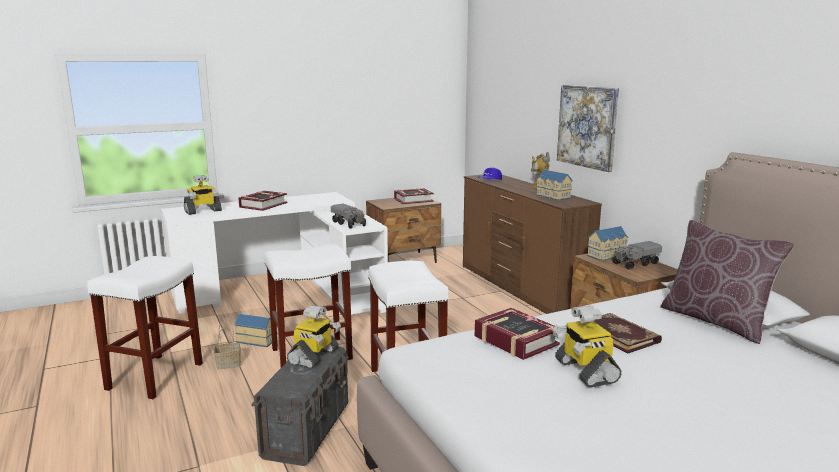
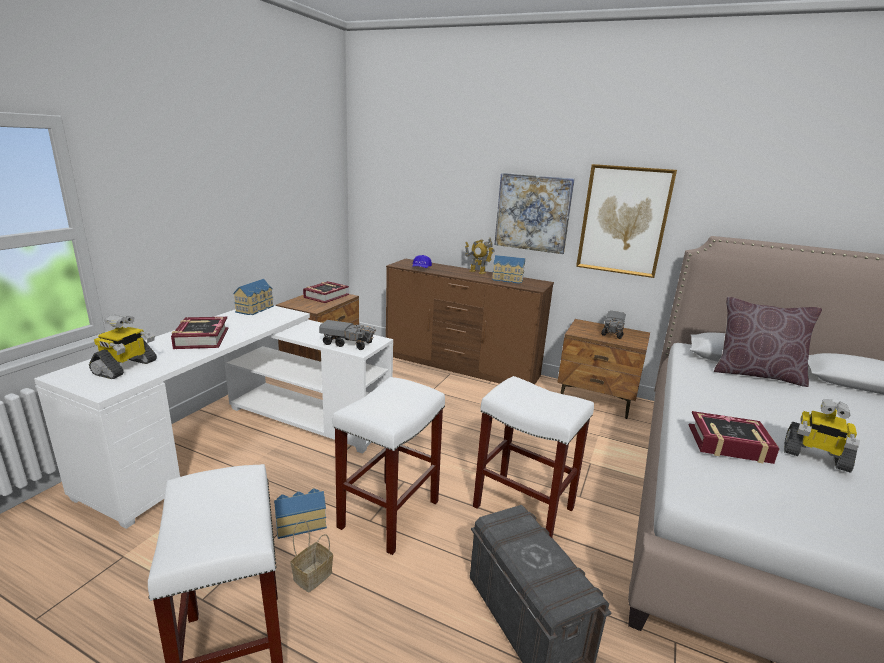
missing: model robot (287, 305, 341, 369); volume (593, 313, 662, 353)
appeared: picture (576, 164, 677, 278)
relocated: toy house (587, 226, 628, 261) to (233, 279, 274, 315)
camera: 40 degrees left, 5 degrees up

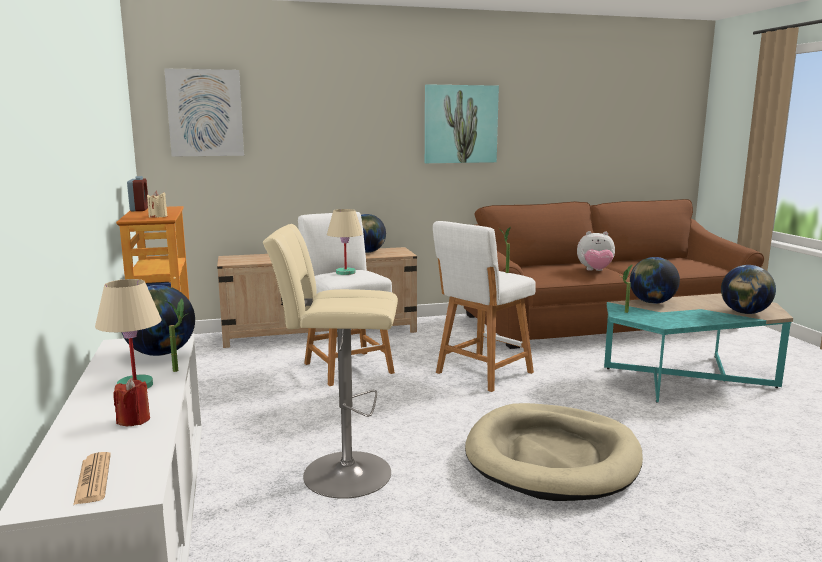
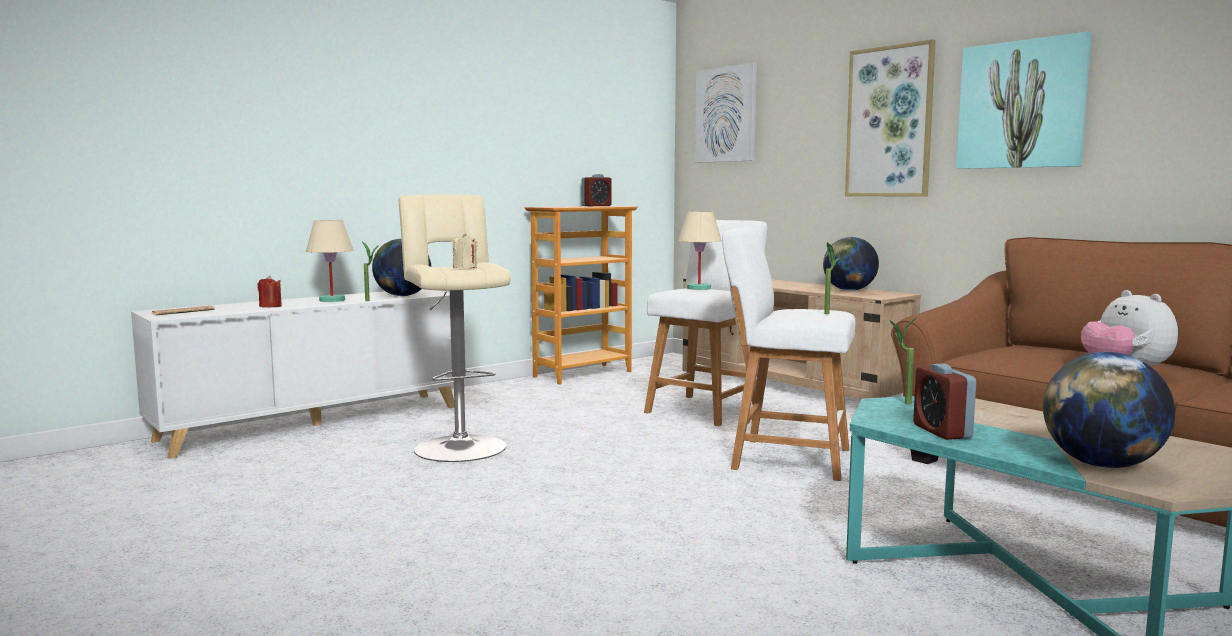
missing: sand-coloured dog cushion (465, 403, 643, 501); world globe (630, 257, 680, 304)
appeared: picture (845, 39, 936, 197); table clock (913, 364, 976, 440)
relocated: sand-coloured wax candle (147, 190, 167, 218) to (452, 234, 478, 268)
camera: 65 degrees right, 5 degrees down

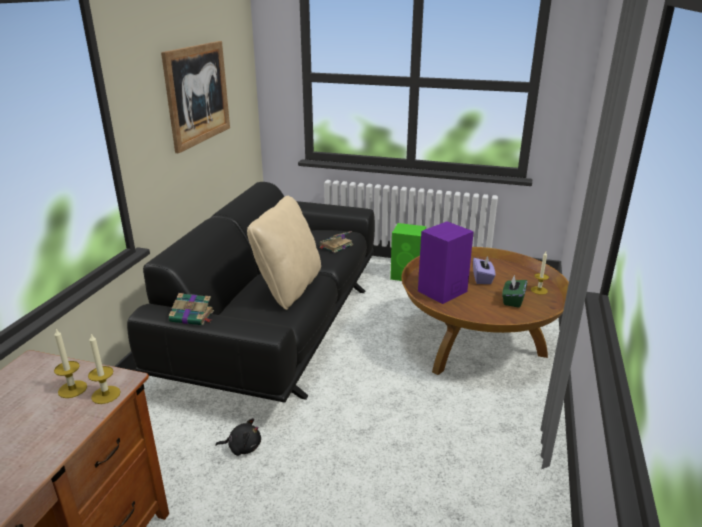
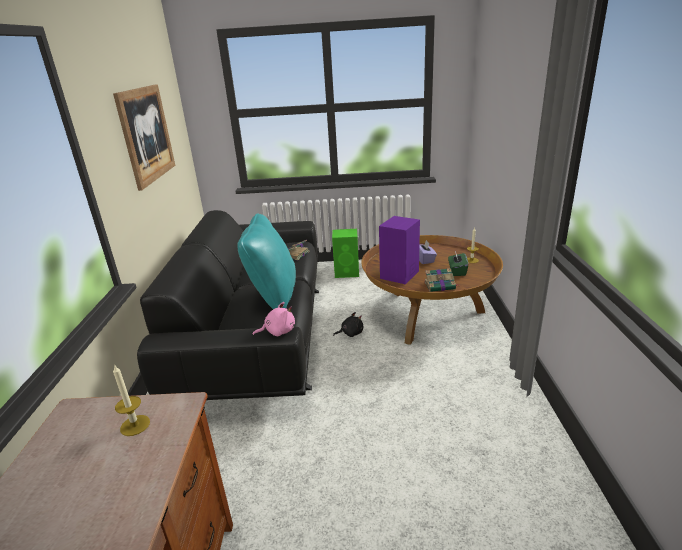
missing: wax candle (88, 334, 121, 404)
appeared: pinkish plush toy (253, 302, 295, 336)
relocated: volume (169, 293, 214, 326) to (424, 268, 459, 292); black plush toy (215, 418, 261, 456) to (333, 312, 363, 337)
colour: sand-coloured pillow (247, 196, 321, 310) to turquoise pillow (237, 213, 296, 309)
camera: 15 degrees left, 0 degrees up

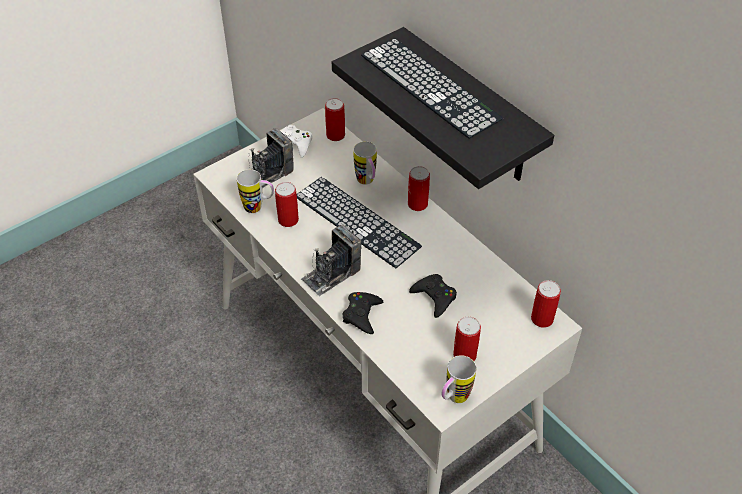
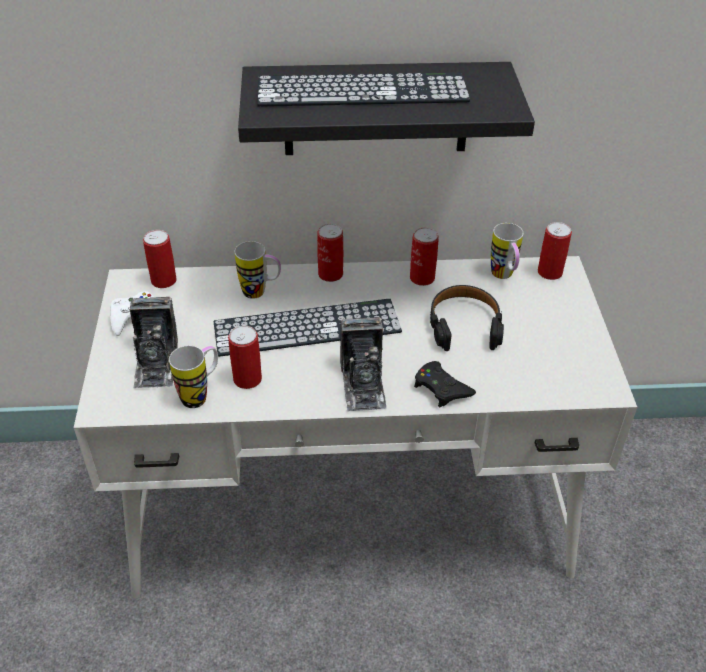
relocated: tea mug (441, 355, 476, 403) to (491, 223, 523, 279); sealed can (453, 317, 481, 361) to (410, 228, 439, 286)
exchanged: black gamepad (409, 274, 457, 318) to black headphones (430, 285, 504, 351)
camera: 55 degrees left, 5 degrees down

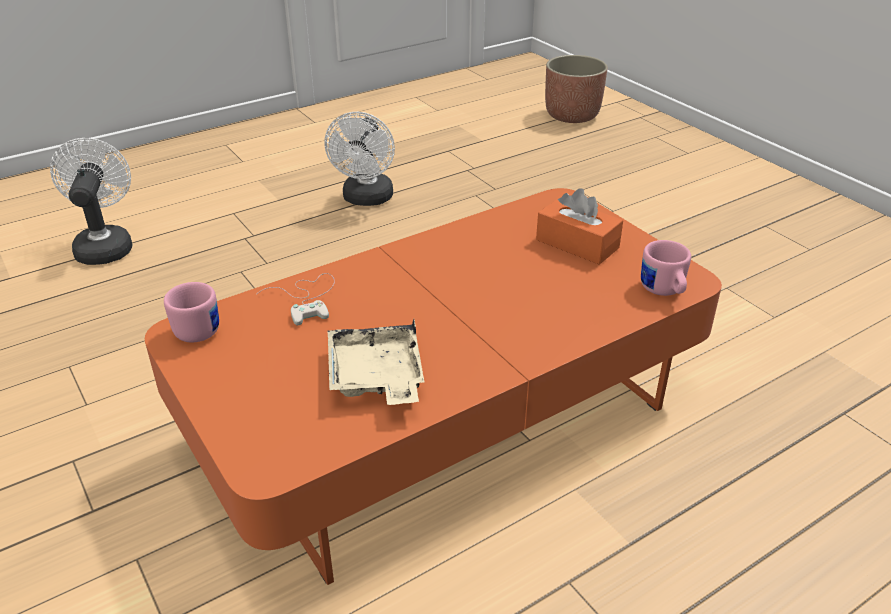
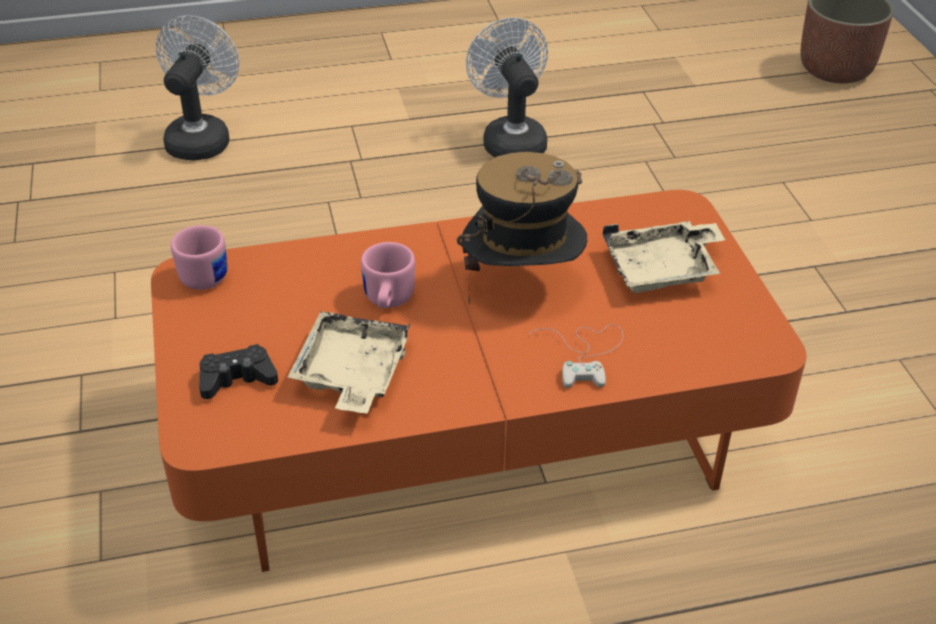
appeared: black gamepad (199, 344, 278, 399); wearable hat (456, 152, 587, 305)
relocated: white gamepad (256, 273, 335, 325) to (529, 324, 623, 388); pinkish tea mug (641, 240, 691, 296) to (361, 242, 415, 308)
exchanged: orangey box of tissues (536, 188, 623, 265) to sand-coloured carrying tray (603, 220, 725, 293)
spun: white cooling fan (324, 112, 395, 206) = (466, 18, 548, 158) 135 degrees clockwise
camera: 20 degrees right, 5 degrees up

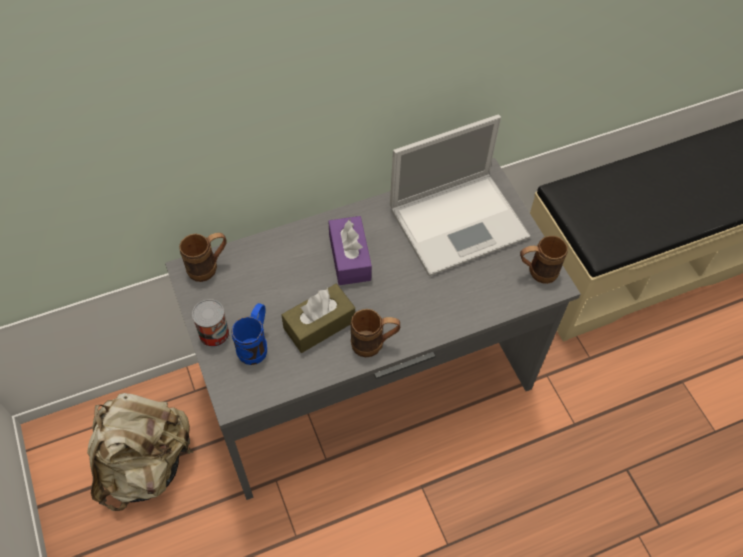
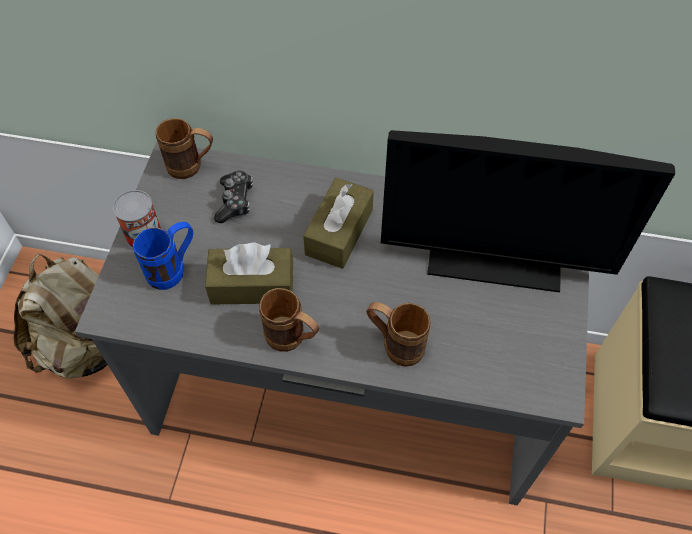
appeared: gamepad (214, 171, 253, 223)
relocated: brown-coloured tea mug (520, 236, 568, 284) to (367, 302, 431, 367)
exchanged: portable computer (390, 115, 530, 276) to computer screen (381, 130, 675, 292)
colour: purplish box of tissues (329, 216, 372, 285) to brown-coloured box of tissues (303, 178, 374, 269)
camera: 35 degrees right, 0 degrees up

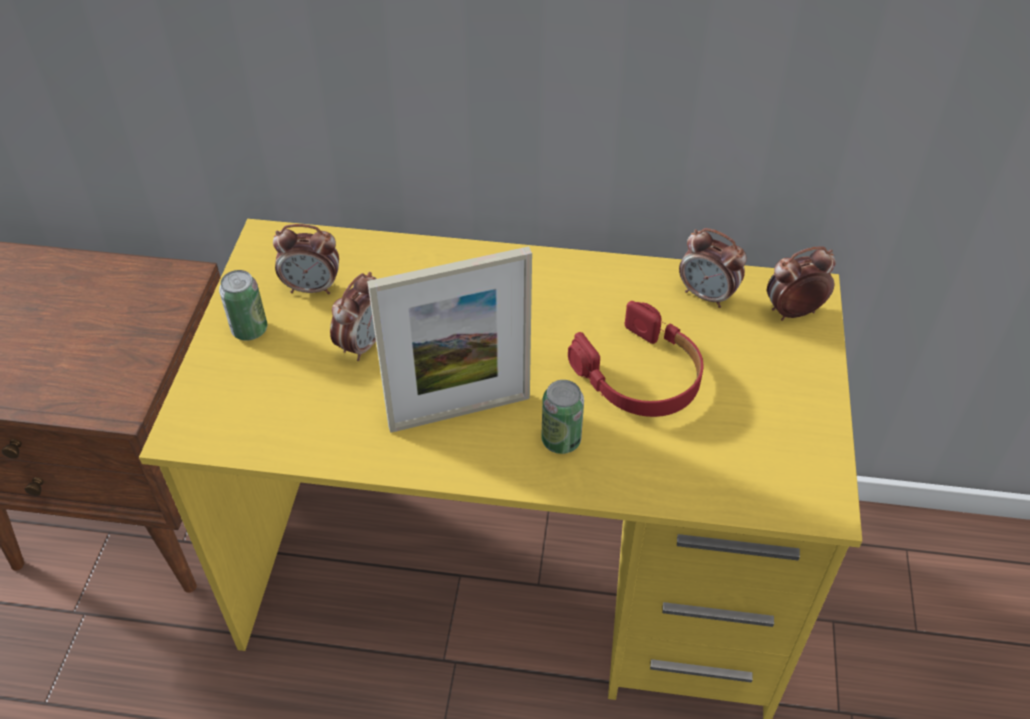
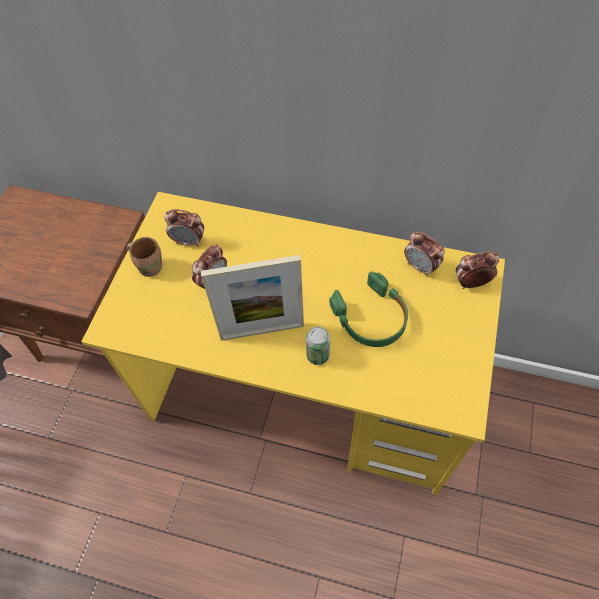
exchanged: sealed can (219, 270, 267, 341) to brown-coloured tea mug (127, 237, 162, 277)
colour: reddish headphones (568, 301, 703, 417) to green headphones (329, 271, 408, 347)
camera: 10 degrees right, 10 degrees up

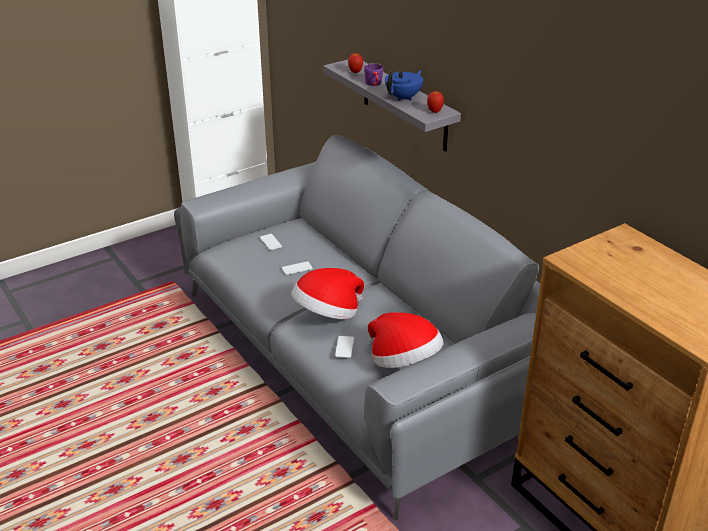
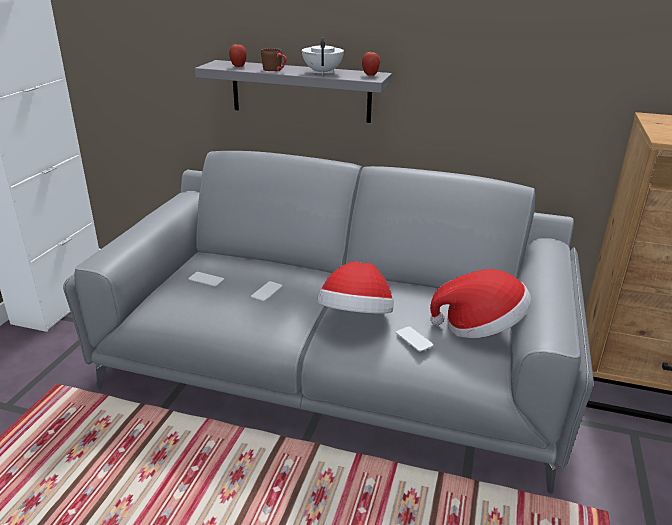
colour: purplish tea mug (364, 63, 383, 86) to brown-coloured tea mug (261, 48, 287, 71); bluish tea pot (385, 70, 423, 101) to white tea pot (302, 38, 344, 75)
camera: 40 degrees left, 5 degrees down

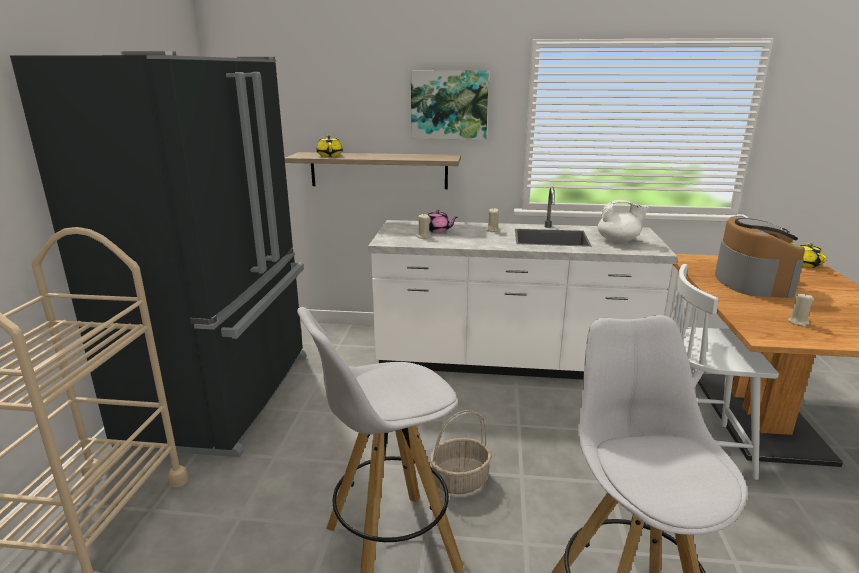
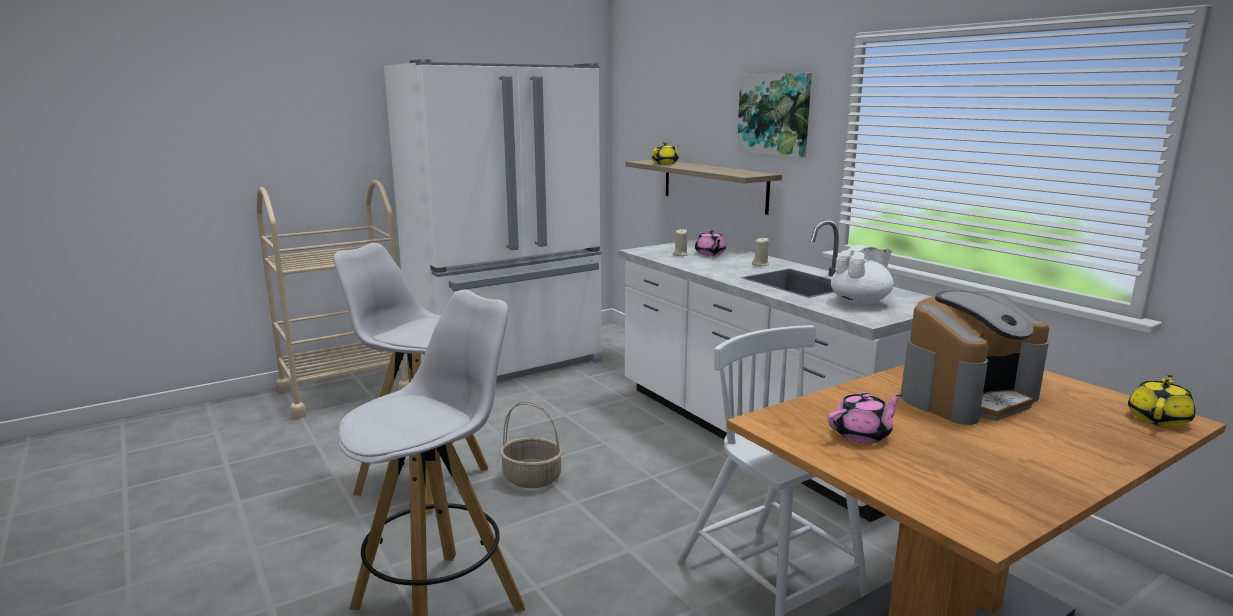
exchanged: sand-coloured wax candle (788, 294, 813, 327) to pinkish tea pot (828, 392, 903, 443)
colour: black refrigerator (10, 51, 307, 457) to white refrigerator (384, 59, 602, 382)
spun: white tea pot (598, 200, 649, 243) = (831, 245, 894, 305) 90 degrees counterclockwise
camera: 50 degrees right, 5 degrees down

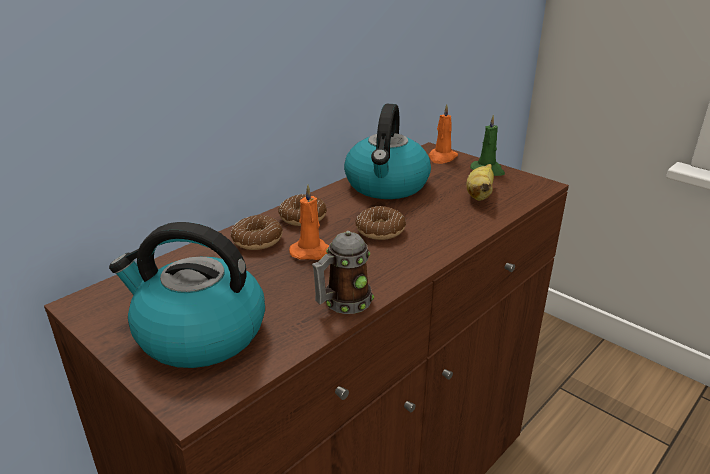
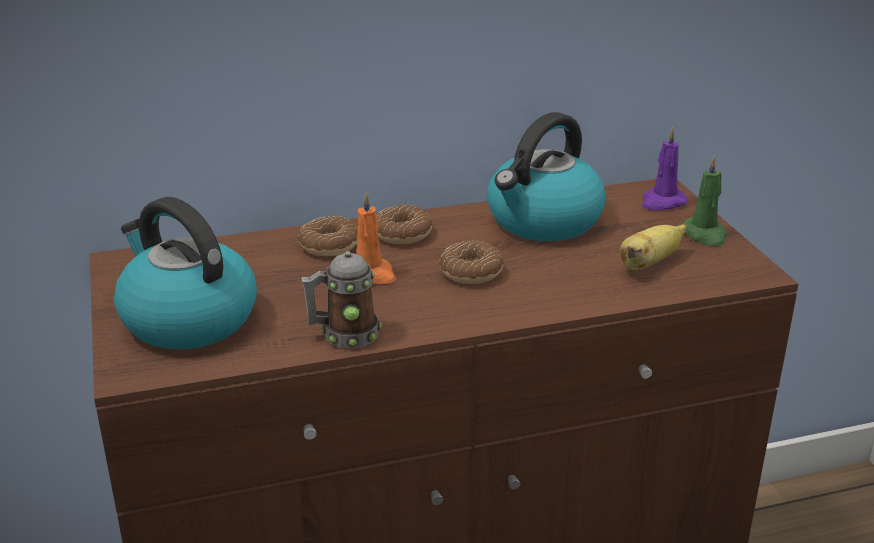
colour: orangey wax candle (429, 104, 458, 164) to purplish wax candle (642, 127, 688, 210)
camera: 30 degrees right, 0 degrees up

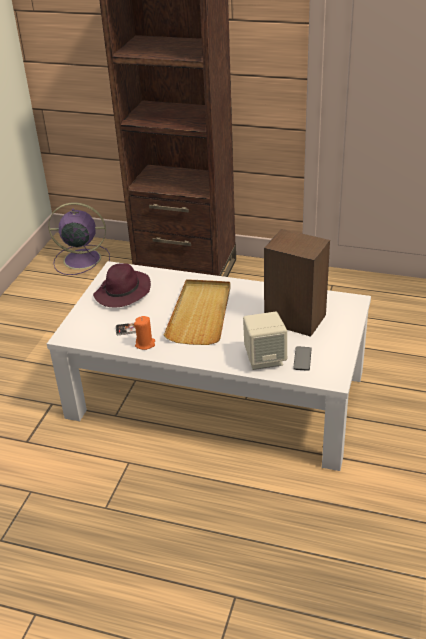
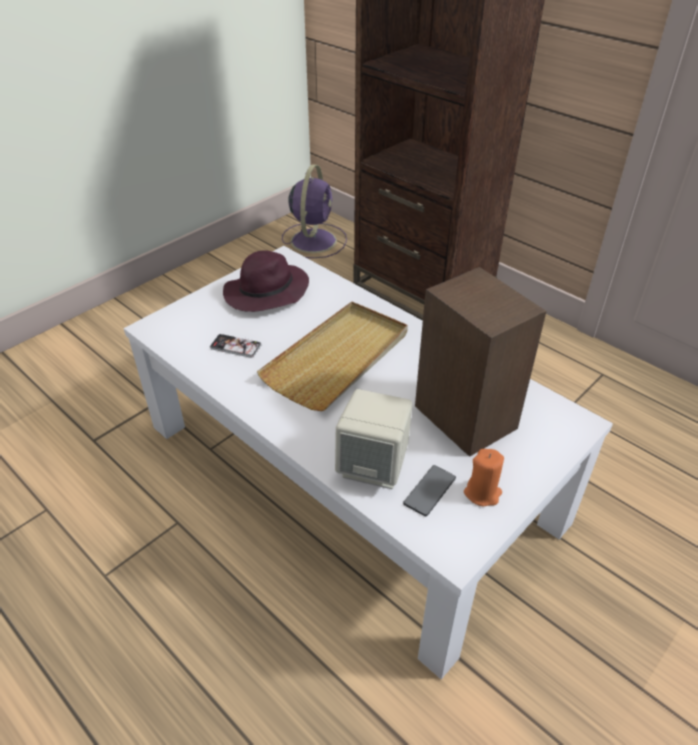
relocated: orangey wax candle (134, 316, 155, 350) to (464, 449, 504, 506)
spun: purplish cooling fan (48, 202, 110, 275) = (282, 164, 347, 258) 75 degrees clockwise
camera: 25 degrees right, 5 degrees up

